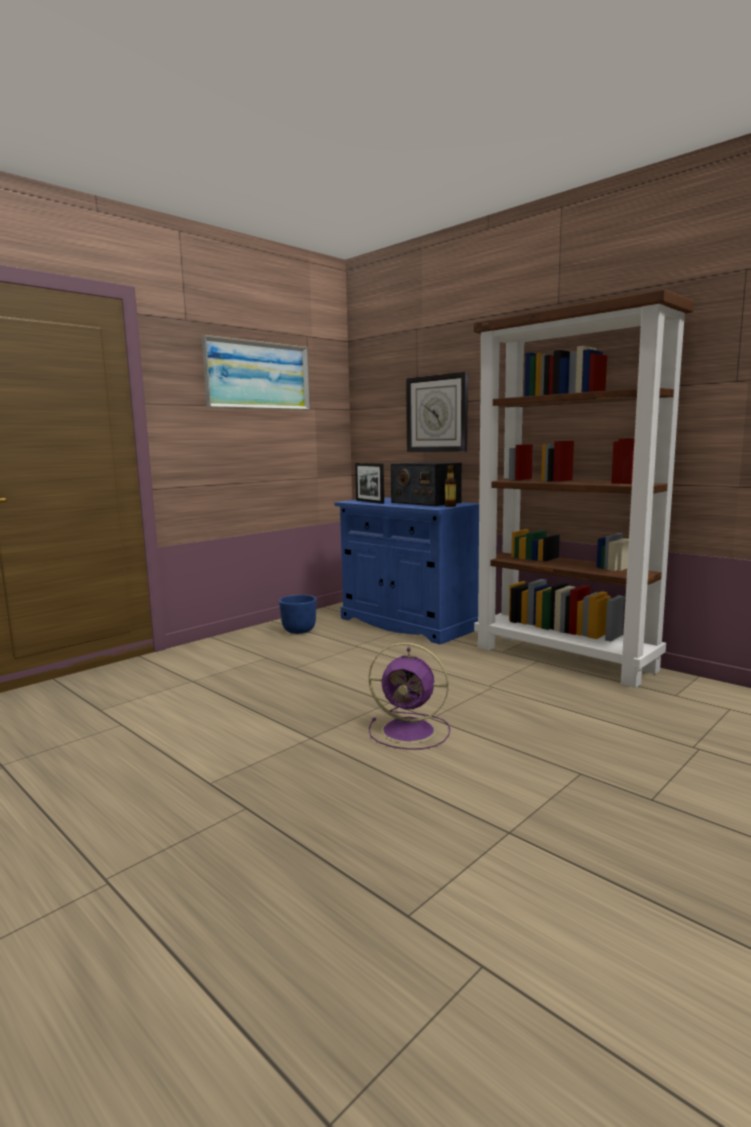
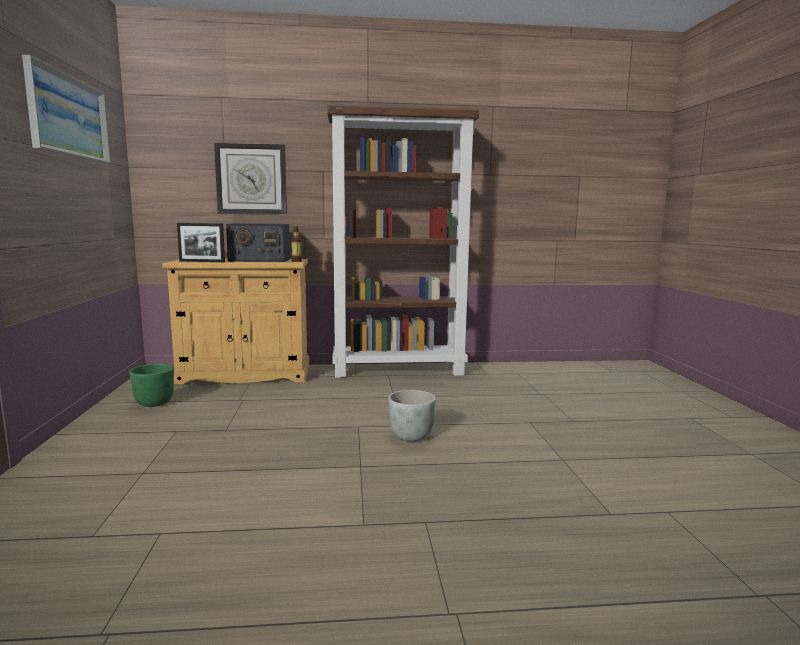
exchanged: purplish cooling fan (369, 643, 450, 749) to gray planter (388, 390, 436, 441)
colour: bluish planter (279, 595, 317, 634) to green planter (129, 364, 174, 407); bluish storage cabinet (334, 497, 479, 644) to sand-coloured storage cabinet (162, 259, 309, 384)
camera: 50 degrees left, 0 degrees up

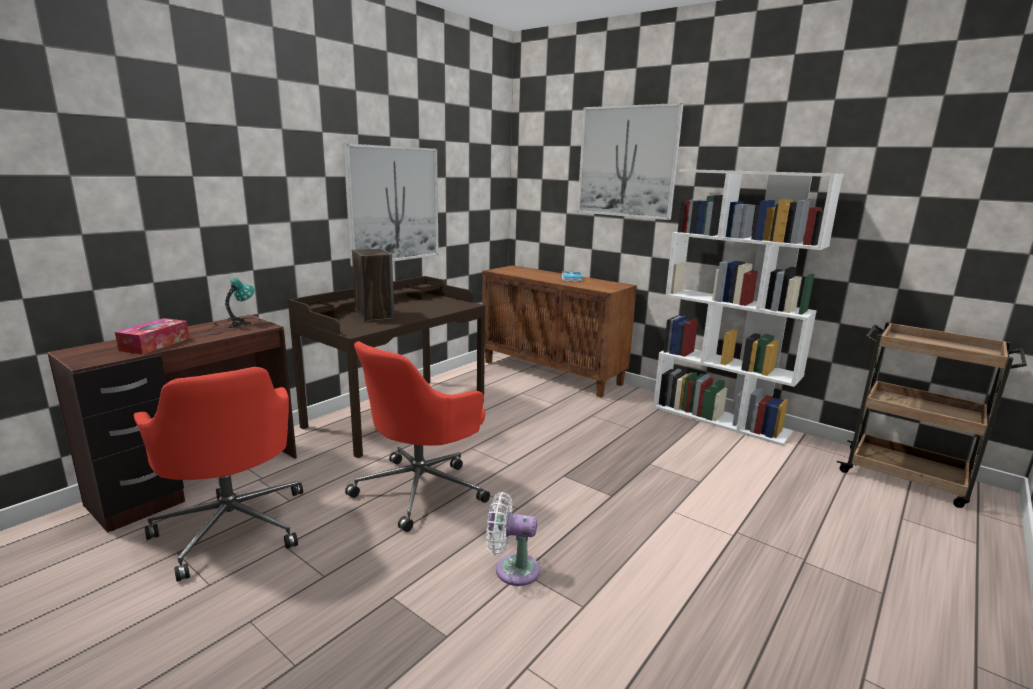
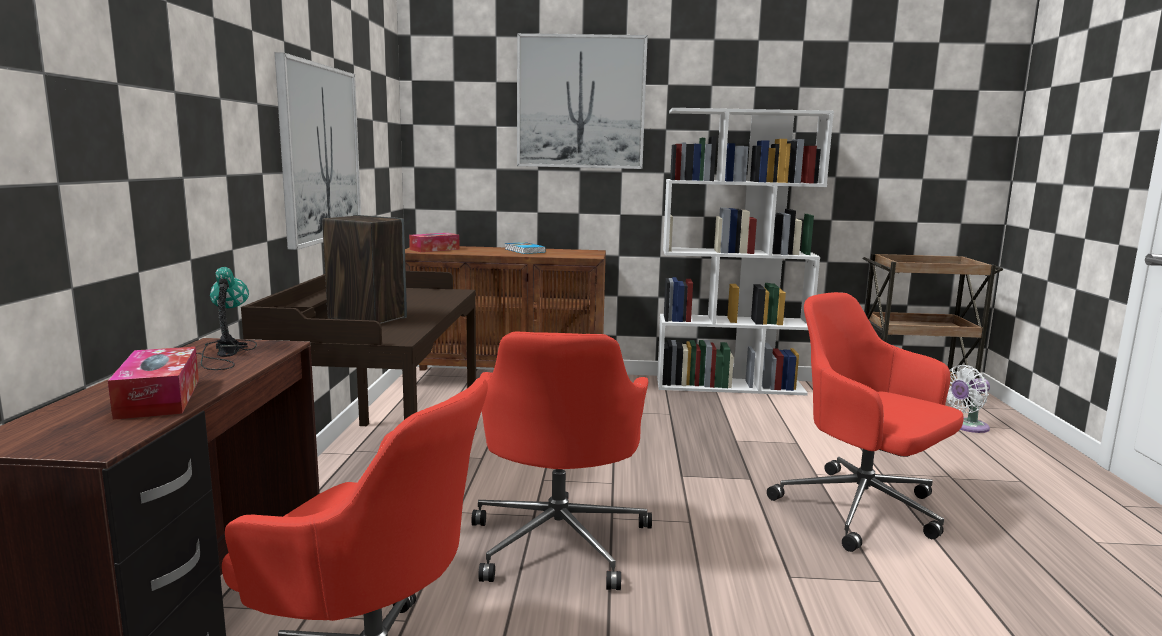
appeared: box of tissues (409, 233, 459, 252); reddish computer chair (767, 292, 964, 552)
relocated: white cooling fan (486, 492, 540, 586) to (947, 365, 990, 433)
camera: 35 degrees left, 5 degrees down

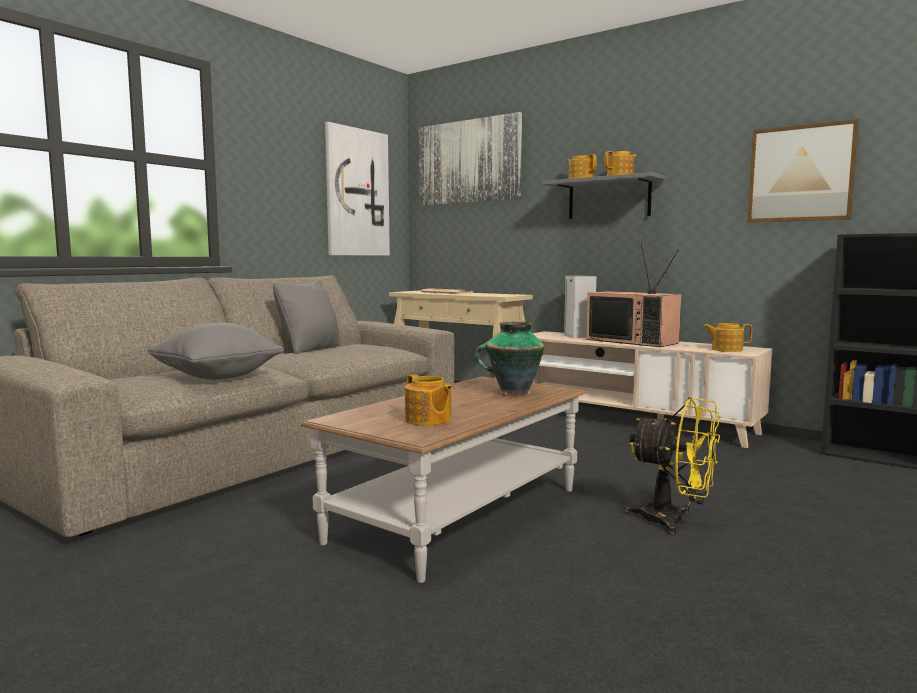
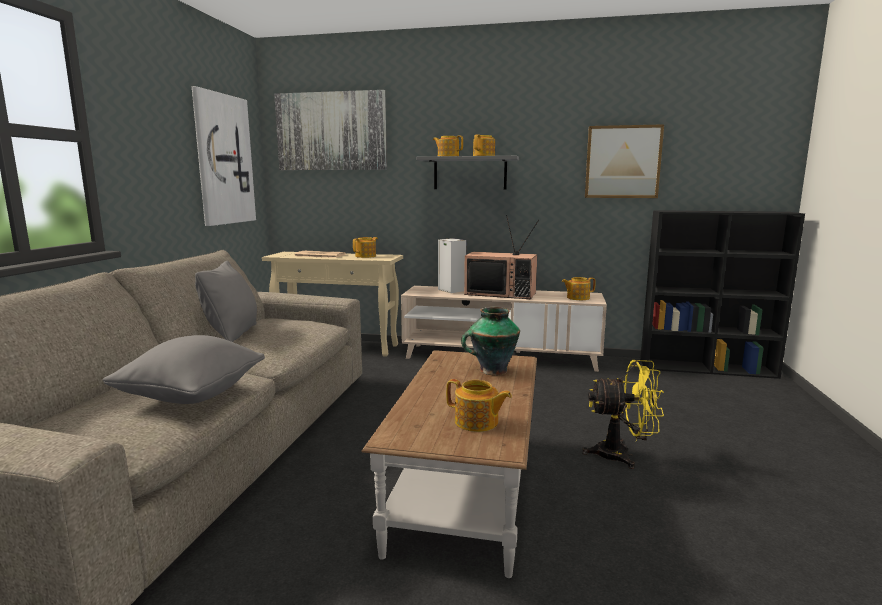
appeared: tea pot (353, 237, 378, 258)
camera: 25 degrees left, 5 degrees up

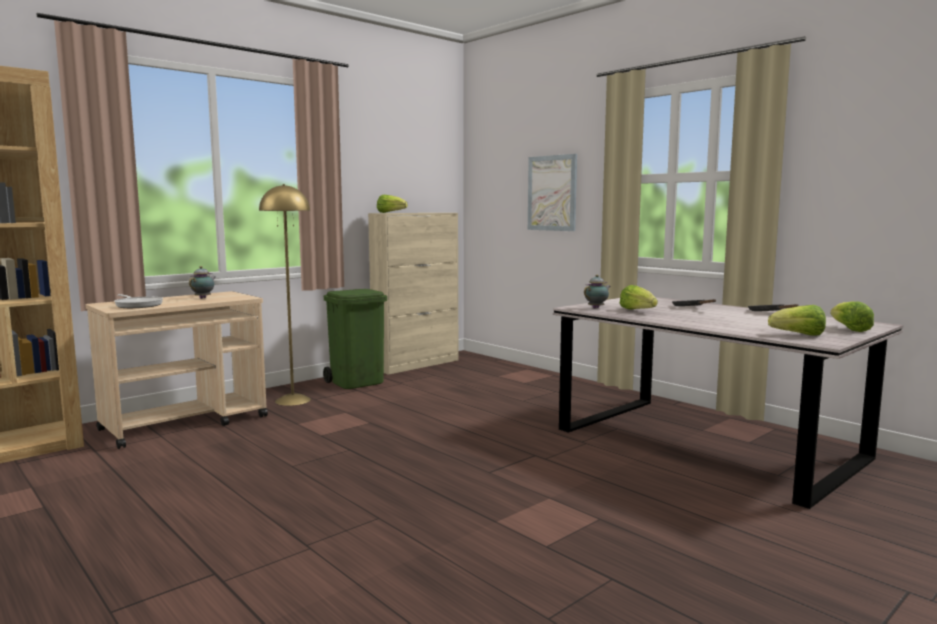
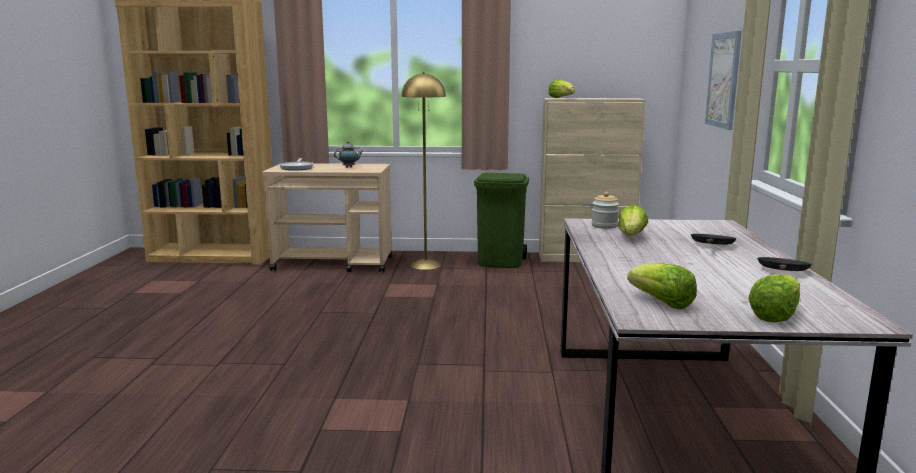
exchanged: tea pot (584, 275, 611, 309) to preserve jar (592, 192, 619, 229)
camera: 45 degrees right, 5 degrees up

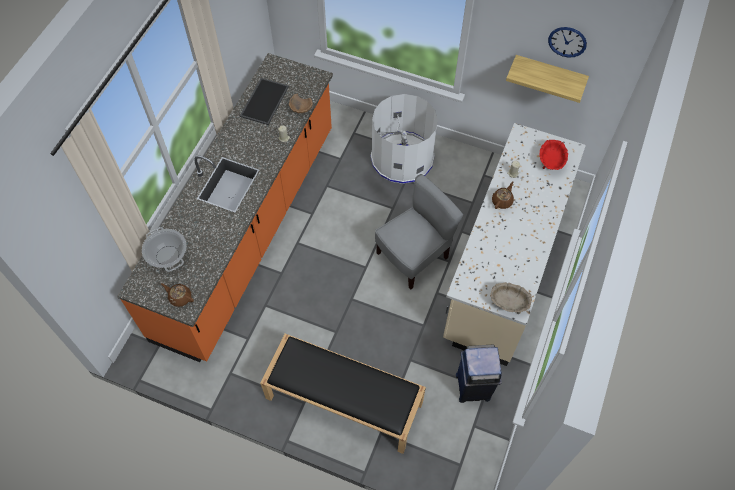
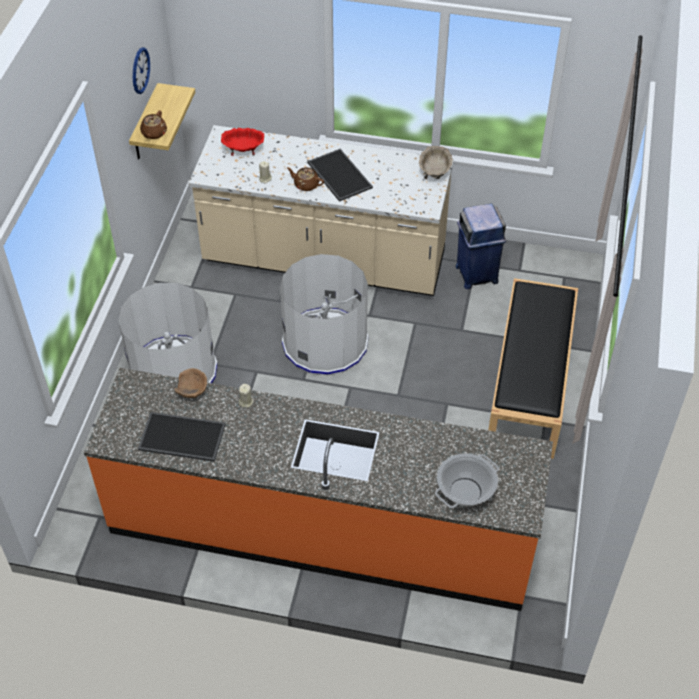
appeared: carrying tray (307, 149, 373, 202)
relocated: brown-coloured tea pot (161, 283, 194, 307) to (140, 111, 167, 139)
exchanged: gray plain chair (375, 174, 463, 290) to white waste bin (280, 254, 369, 375)
camera: 100 degrees left, 10 degrees down

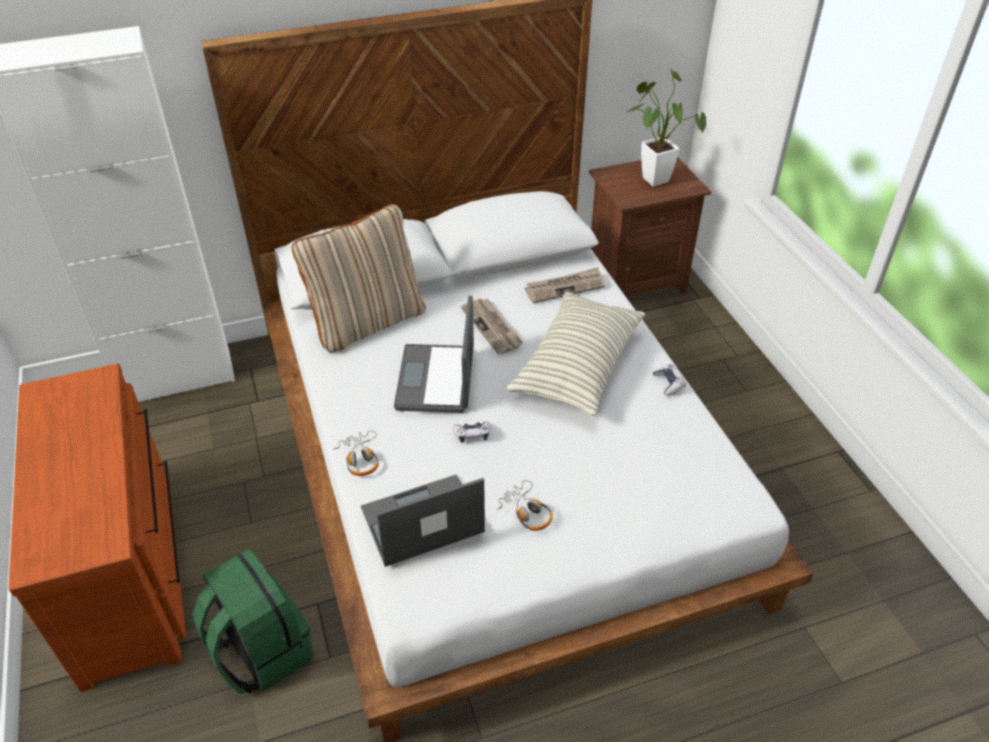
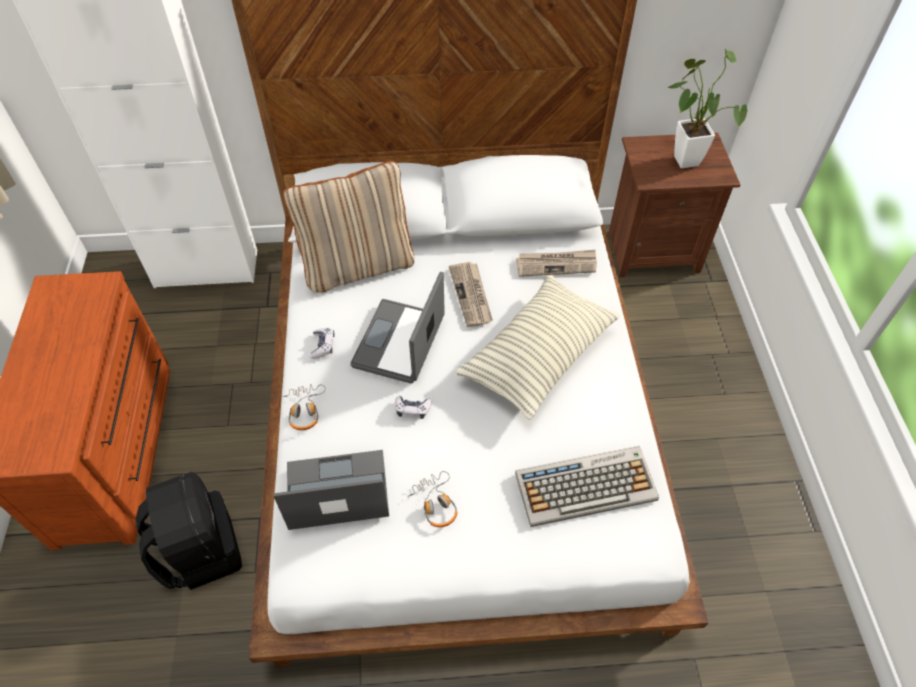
appeared: computer keyboard (515, 446, 659, 527)
relocated: gamepad (653, 364, 686, 396) to (310, 328, 334, 359)
colour: green backpack (193, 549, 313, 694) to black backpack (136, 472, 242, 590)
camera: 15 degrees right, 10 degrees up

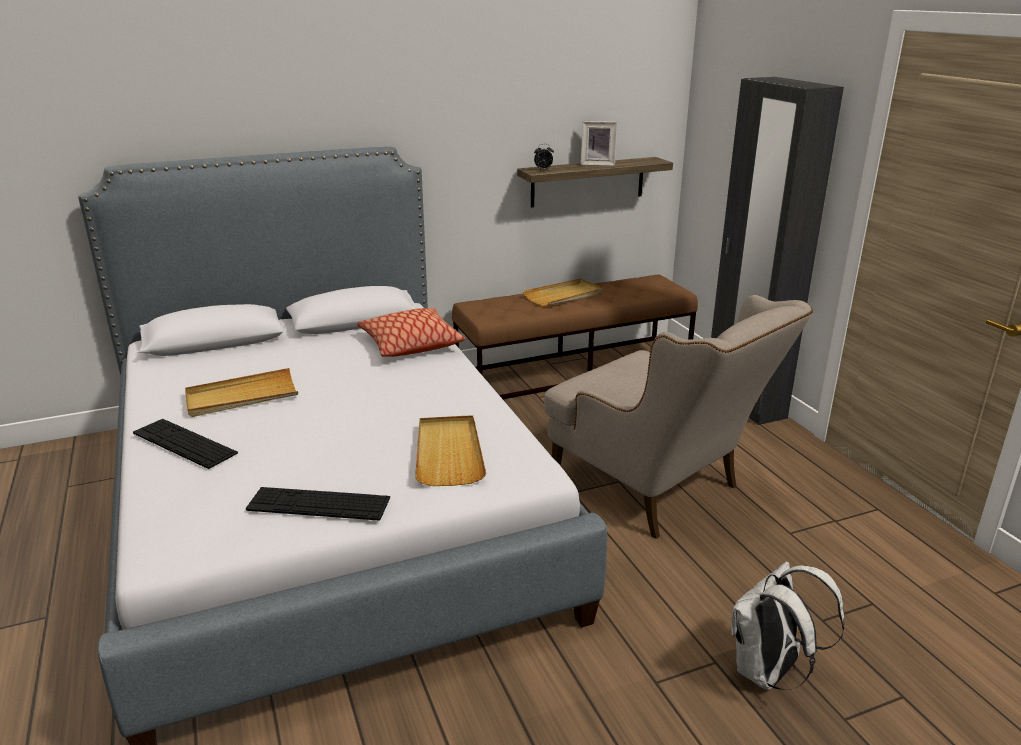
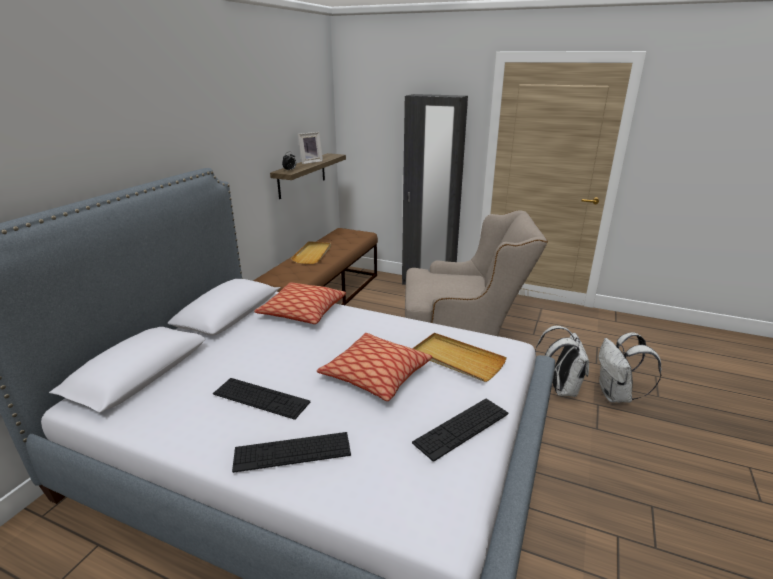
appeared: pillow (317, 333, 432, 401); white backpack (535, 326, 589, 397)
exchanged: sand-coloured carrying tray (185, 368, 298, 417) to computer keyboard (213, 378, 310, 420)
camera: 45 degrees left, 0 degrees up

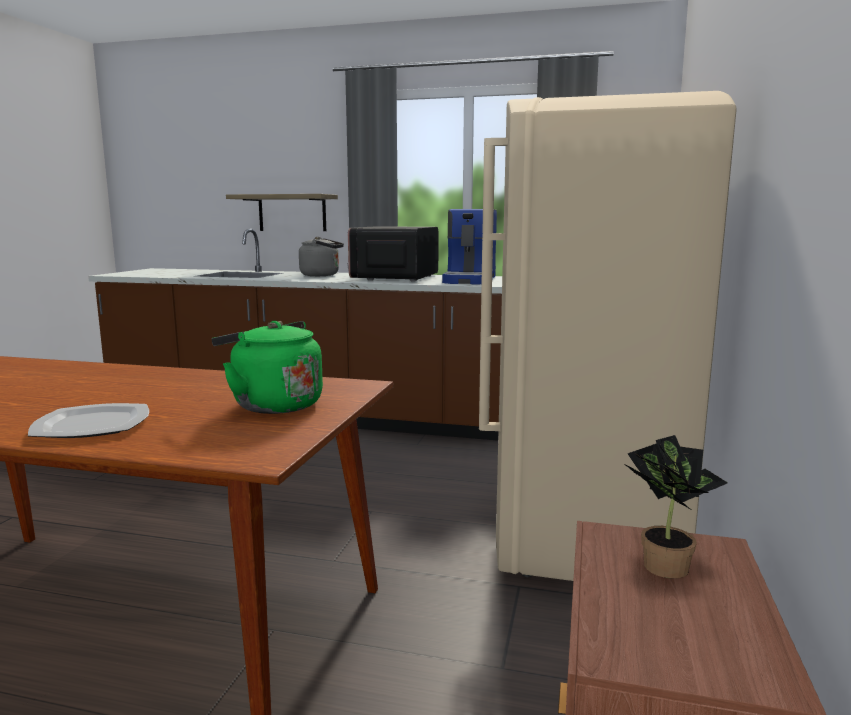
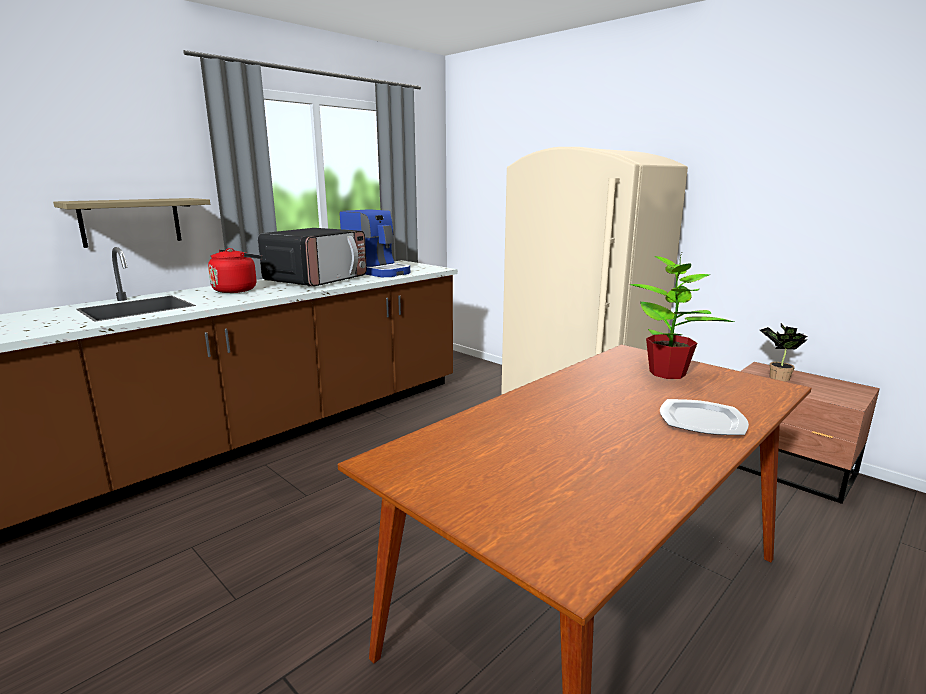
exchanged: green water kettle (212, 321, 323, 414) to houseplant (630, 251, 734, 379)
colour: gray water kettle (299, 236, 344, 276) to reddish water kettle (208, 248, 263, 293)
spun: microwave (347, 226, 438, 281) = (258, 228, 367, 286) 105 degrees counterclockwise
camera: 60 degrees left, 5 degrees up

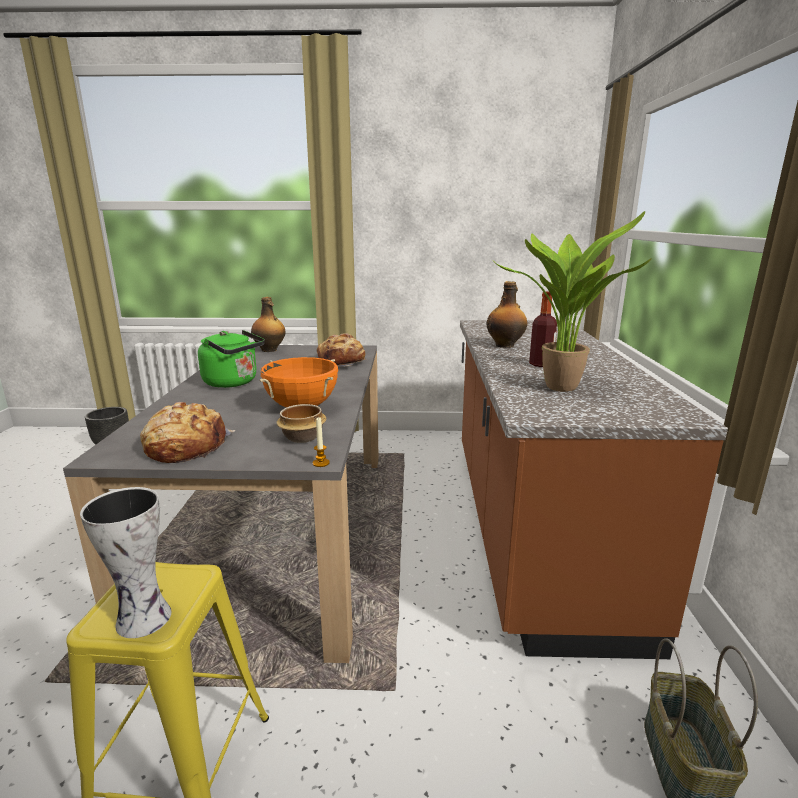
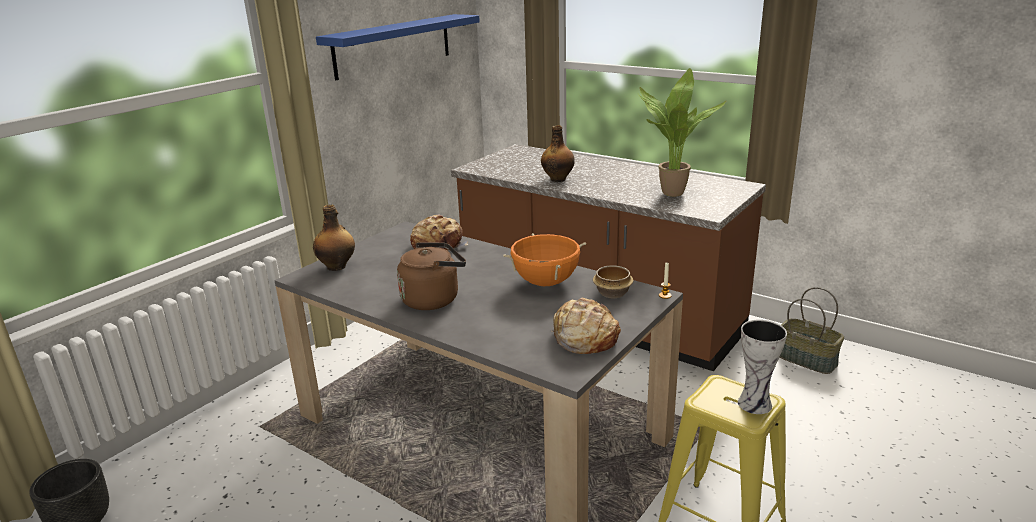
missing: bottle (529, 291, 557, 367)
appeared: bluish wall shelf (316, 14, 480, 80)
colour: green water kettle (198, 330, 265, 388) to brown-coloured water kettle (397, 242, 466, 310)
camera: 55 degrees left, 5 degrees up

